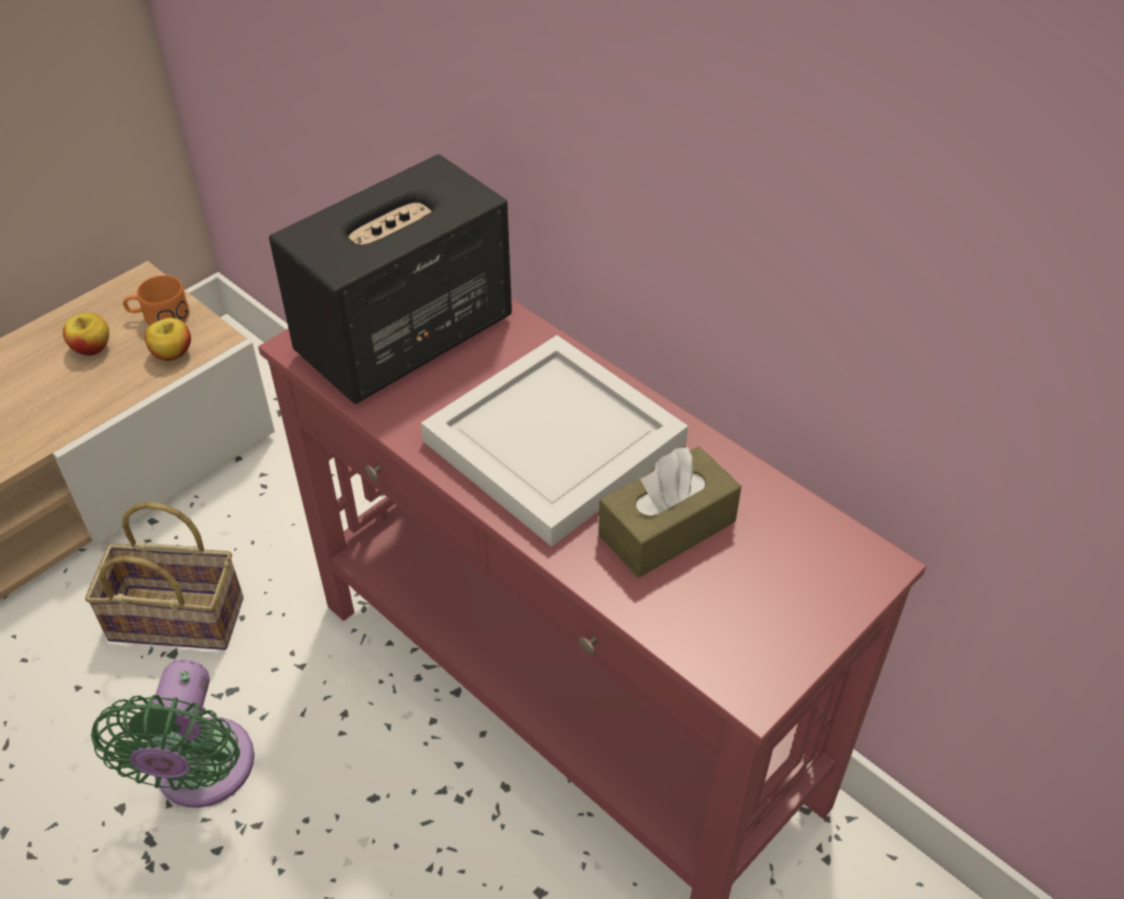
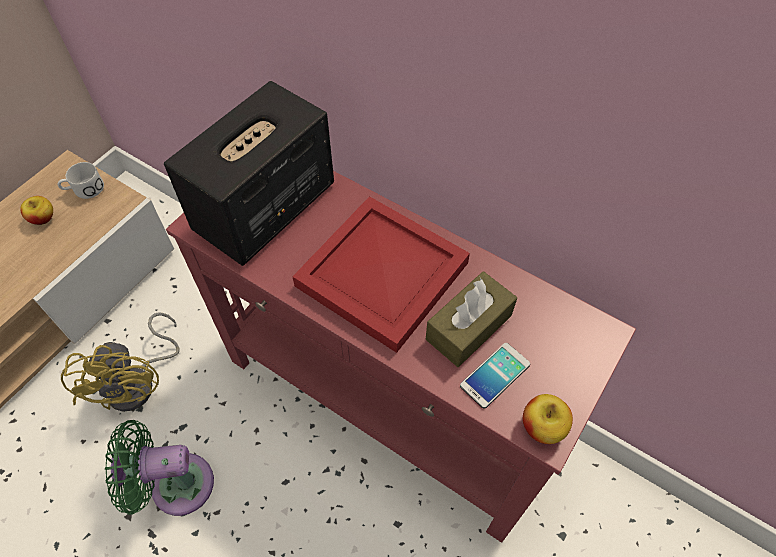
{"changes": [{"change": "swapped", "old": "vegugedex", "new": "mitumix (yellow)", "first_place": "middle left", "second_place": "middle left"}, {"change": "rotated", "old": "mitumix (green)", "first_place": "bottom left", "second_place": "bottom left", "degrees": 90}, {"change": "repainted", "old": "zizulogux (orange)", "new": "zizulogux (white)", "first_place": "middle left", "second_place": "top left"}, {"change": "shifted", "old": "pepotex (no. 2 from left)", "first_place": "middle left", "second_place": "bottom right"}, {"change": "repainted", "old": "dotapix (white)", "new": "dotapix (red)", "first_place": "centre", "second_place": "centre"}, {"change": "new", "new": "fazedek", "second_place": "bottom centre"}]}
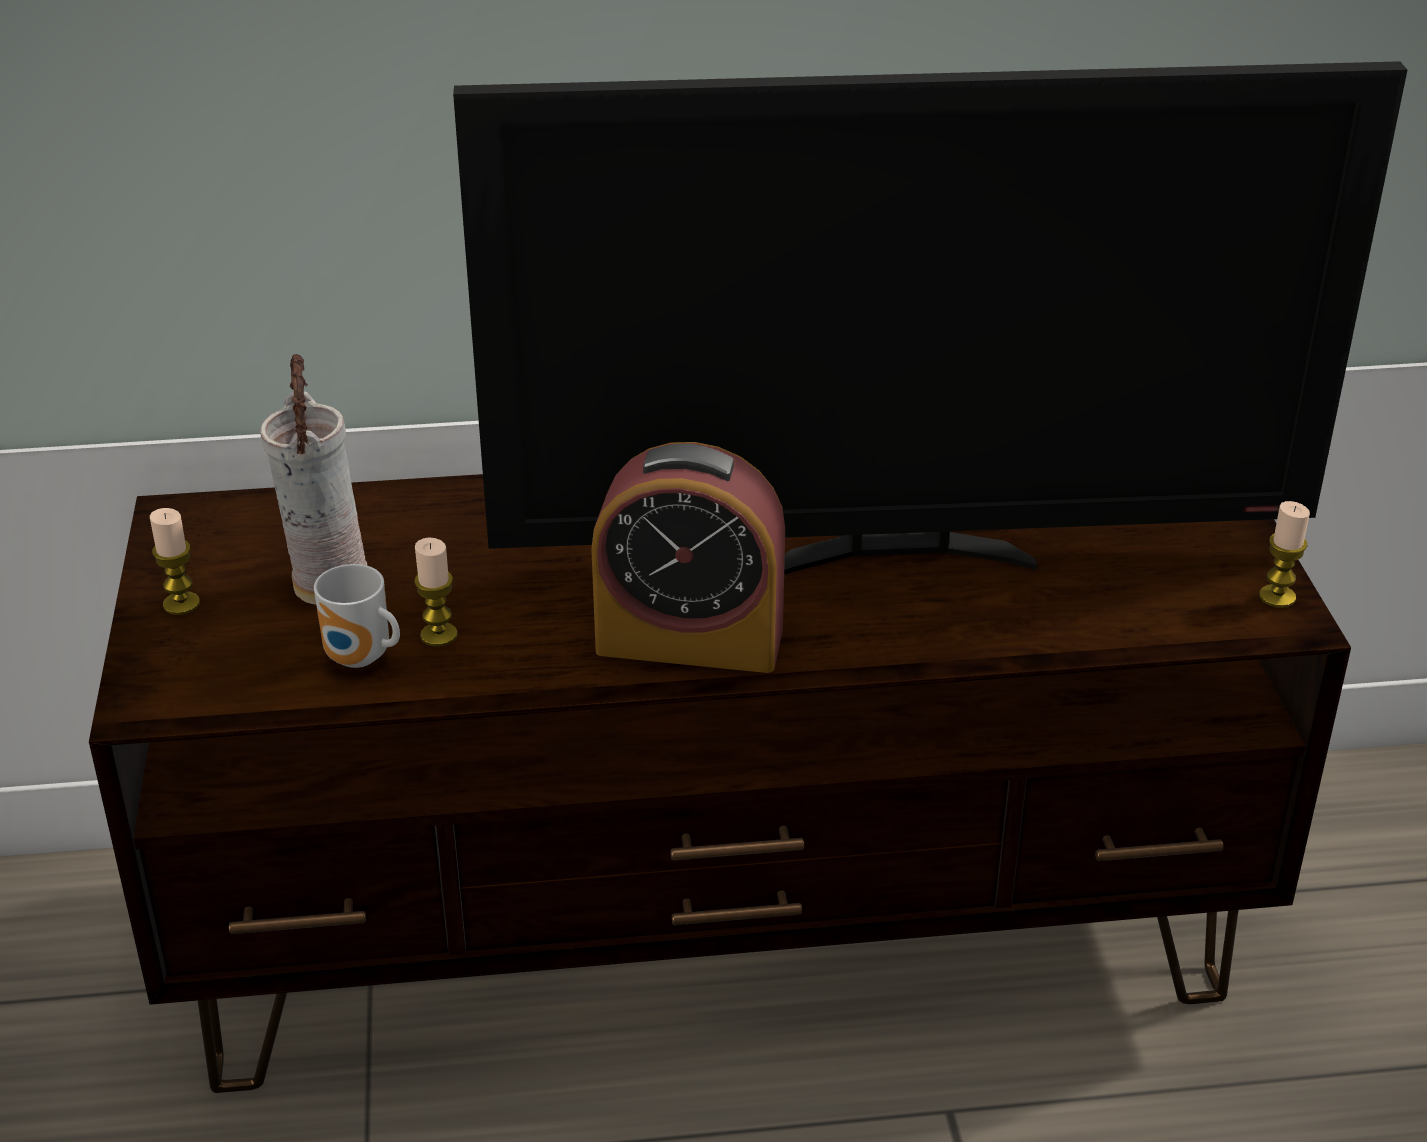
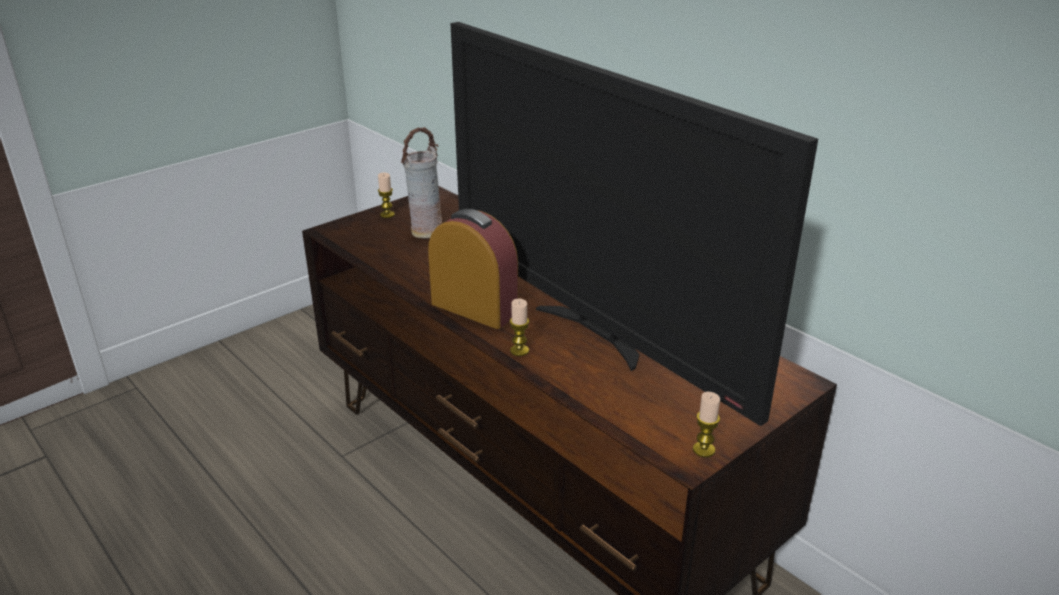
{"changes": [{"change": "gone", "old": "zizulogux", "first_place": "middle left"}, {"change": "shifted", "old": "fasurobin (no. 2 from left)", "first_place": "middle left", "second_place": "centre"}, {"change": "rotated", "old": "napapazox", "first_place": "centre", "second_place": "centre", "degrees": 150}]}
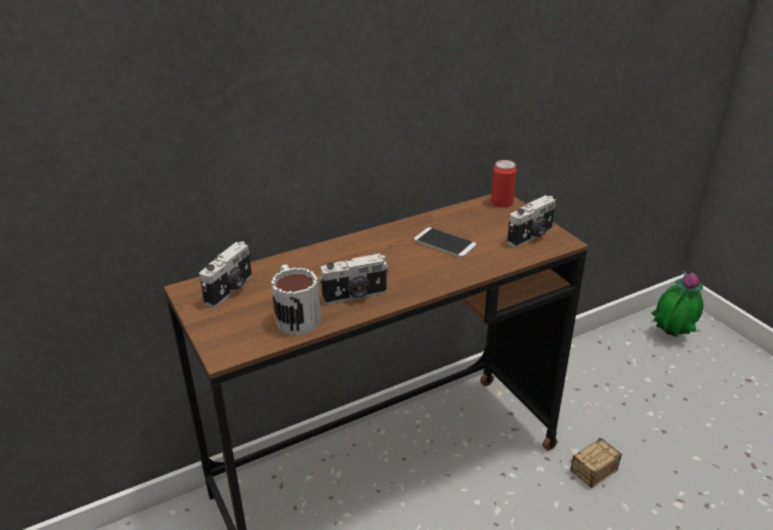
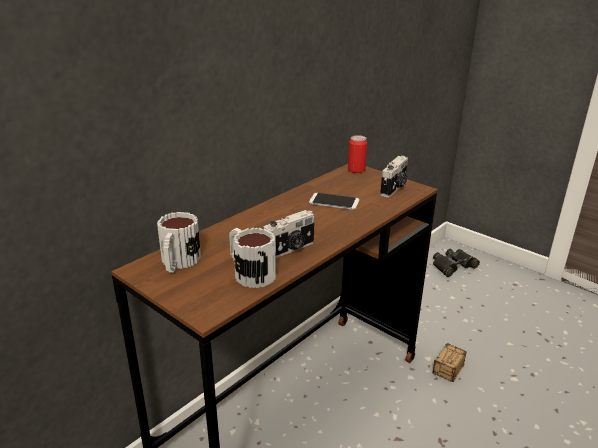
{"changes": [{"change": "swapped", "old": "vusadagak (no. 1 from left)", "new": "zizulogux (no. 1 from left)", "first_place": "middle left", "second_place": "middle left"}, {"change": "swapped", "old": "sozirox", "new": "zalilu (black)", "first_place": "middle right", "second_place": "middle right"}]}
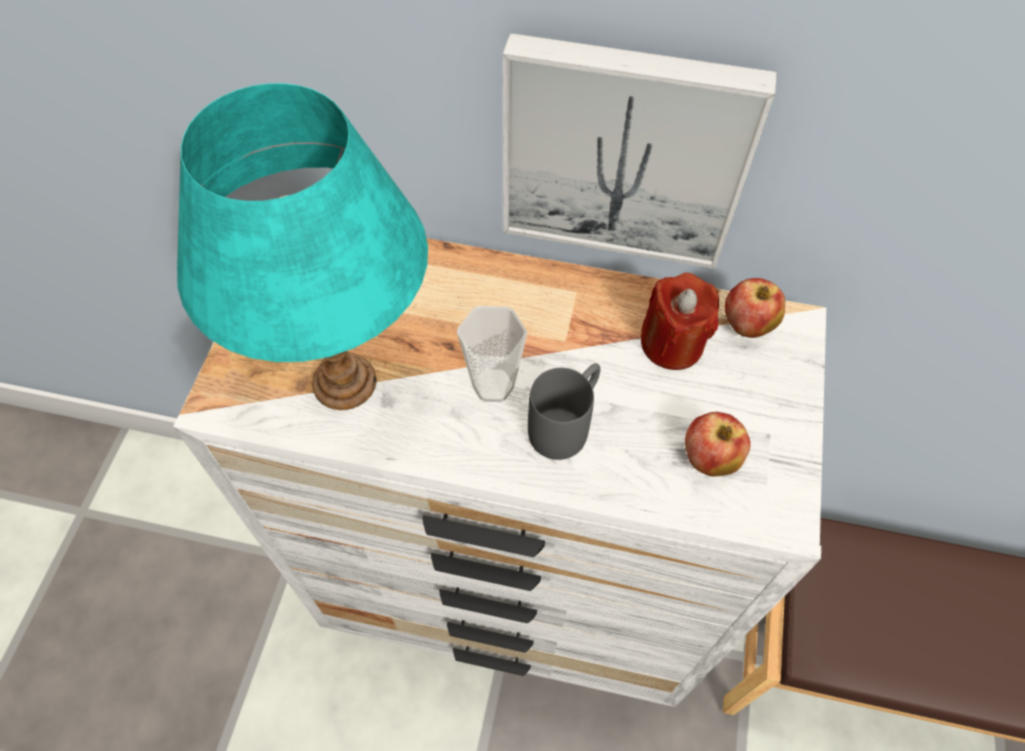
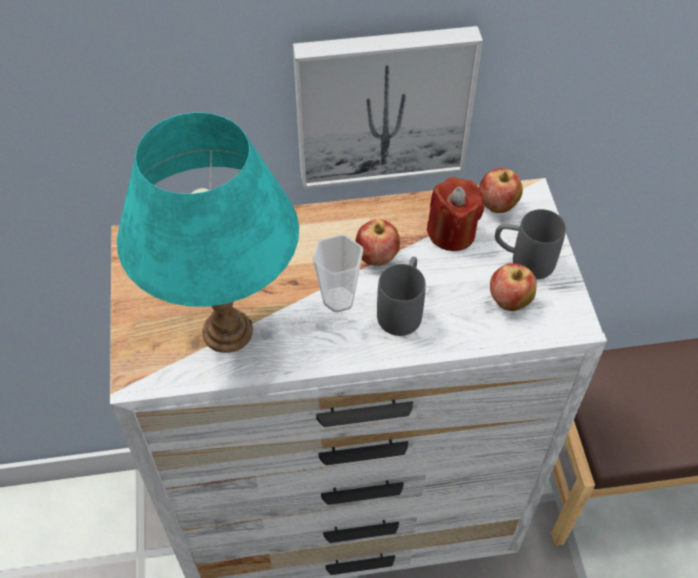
{"changes": [{"change": "new", "new": "pepotex (no. 1 from left)", "second_place": "centre"}, {"change": "new", "new": "zizulogux (grey) (no. 2 from left)", "second_place": "middle right"}]}
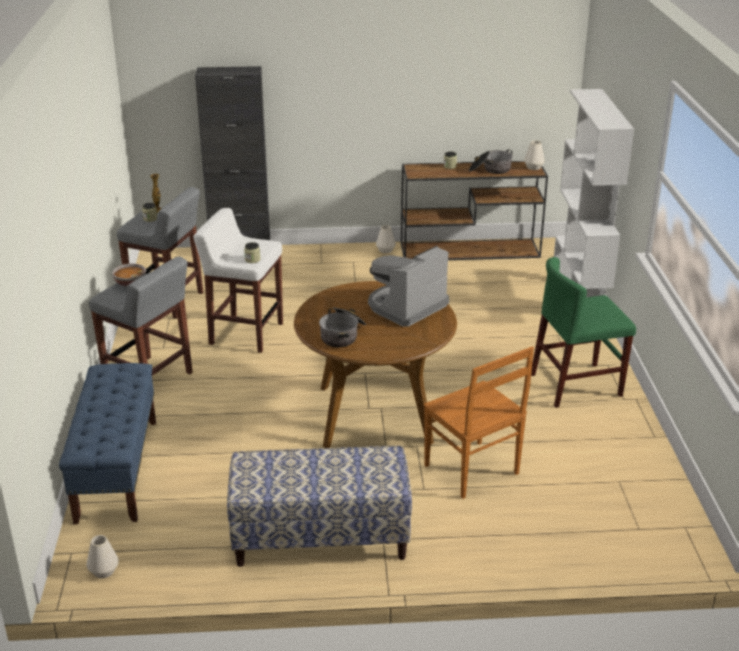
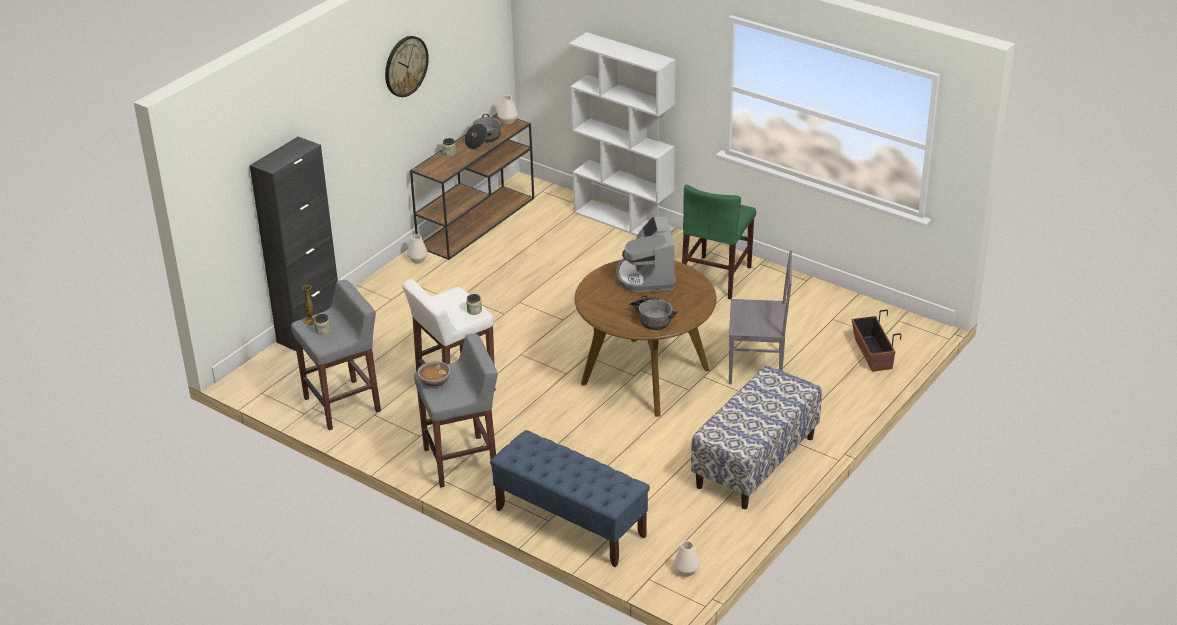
{"changes": [{"change": "repainted", "old": "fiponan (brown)", "new": "fiponan (grey)", "first_place": "centre", "second_place": "centre"}, {"change": "new", "new": "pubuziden", "second_place": "top centre"}, {"change": "new", "new": "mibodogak", "second_place": "middle right"}]}
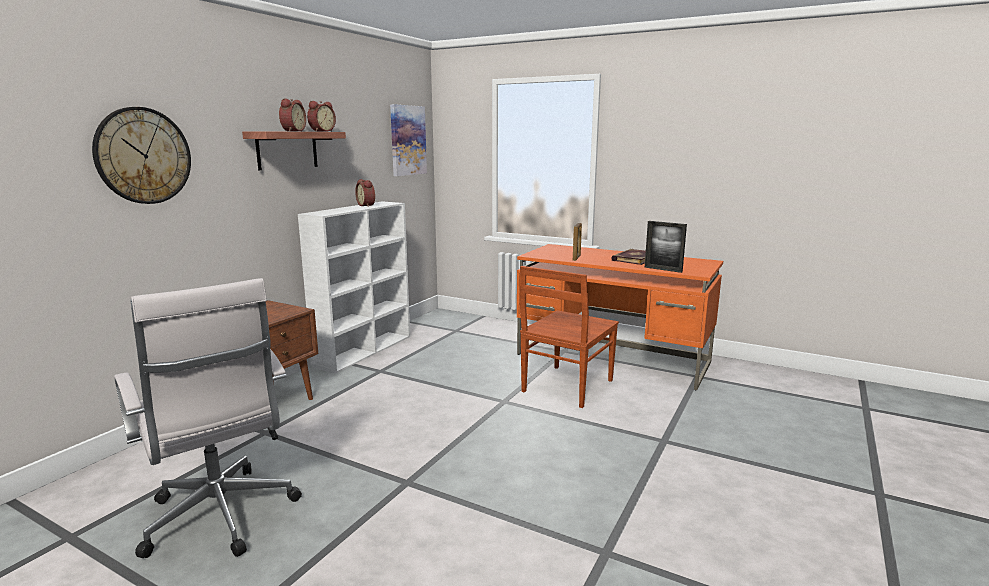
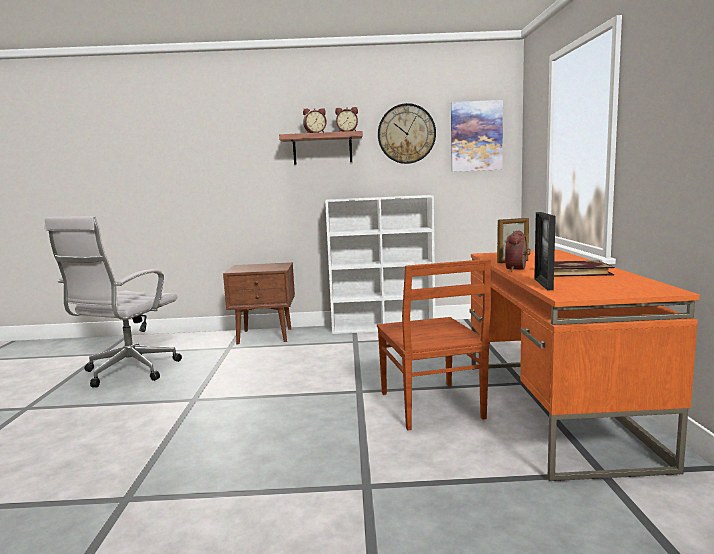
{"changes": [{"change": "shifted", "old": "pubuziden", "first_place": "top left", "second_place": "top centre"}, {"change": "shifted", "old": "napapazox (no. 3 from left)", "first_place": "top centre", "second_place": "middle right"}, {"change": "rotated", "old": "fiponan (brown)", "first_place": "centre", "second_place": "centre", "degrees": -105}]}
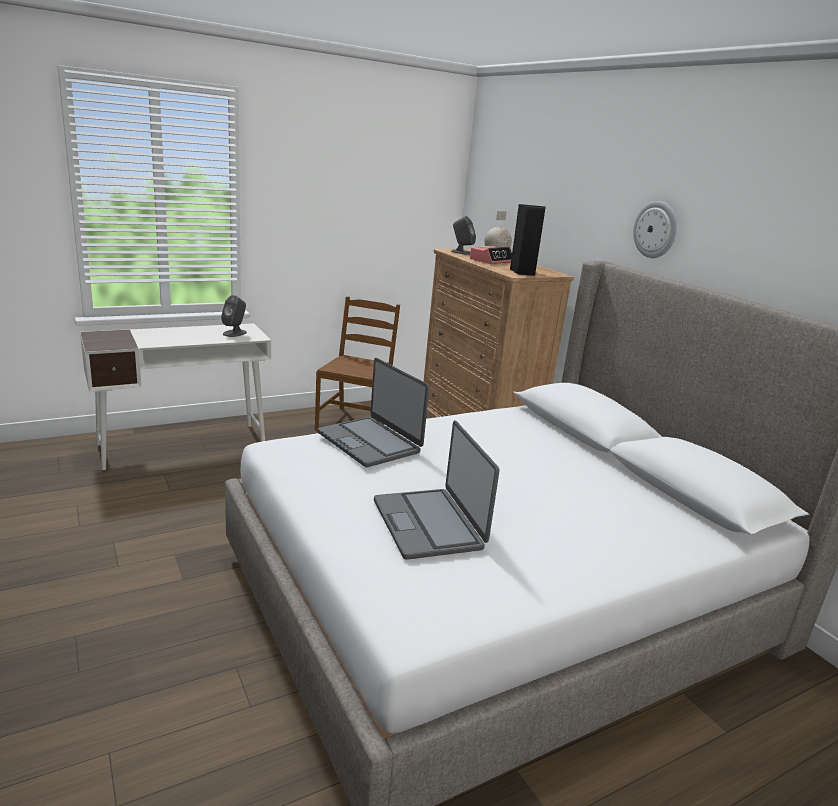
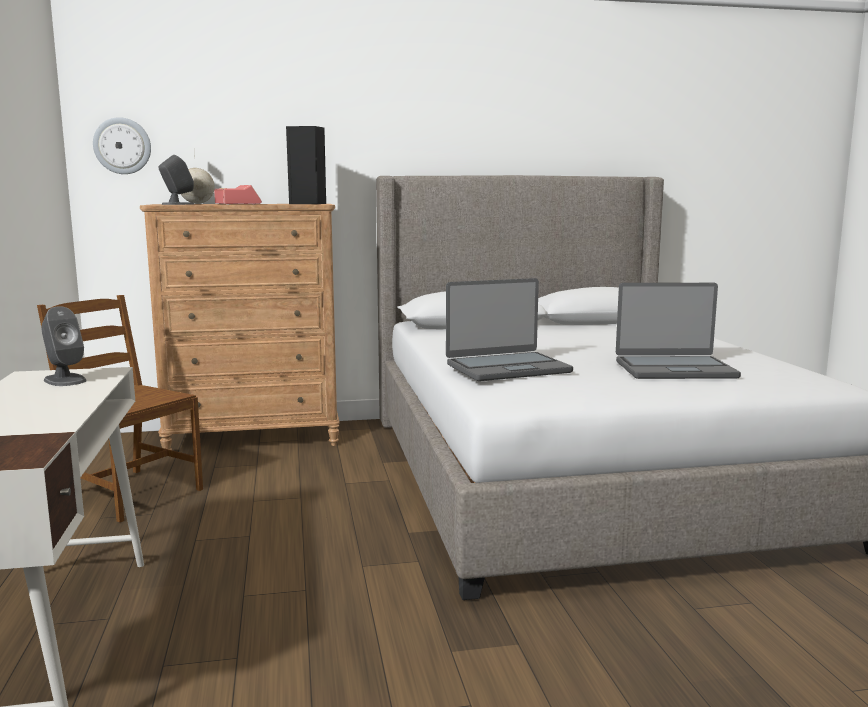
{"changes": [{"change": "shifted", "old": "pubuziden", "first_place": "top right", "second_place": "top left"}]}
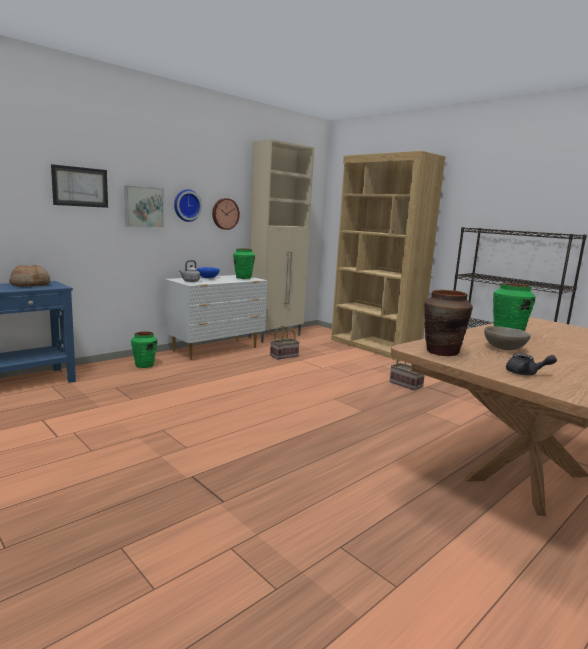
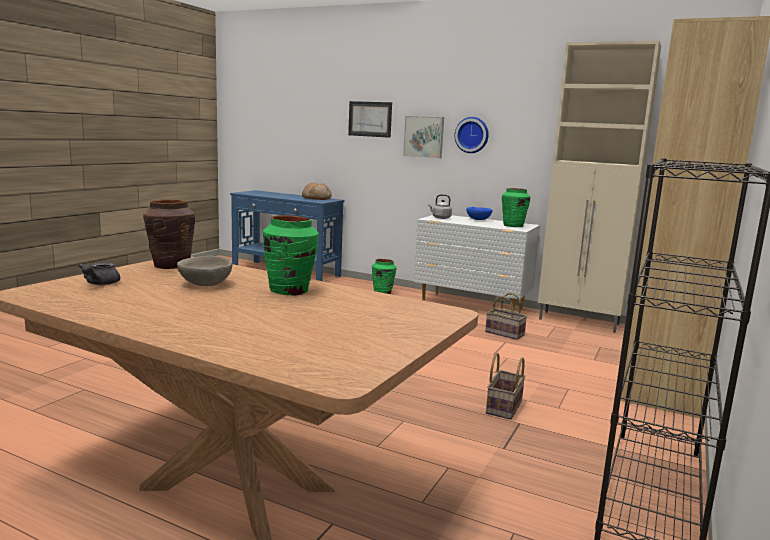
{"changes": [{"change": "gone", "old": "pubuziden (no. 2 from left)", "first_place": "top centre"}]}
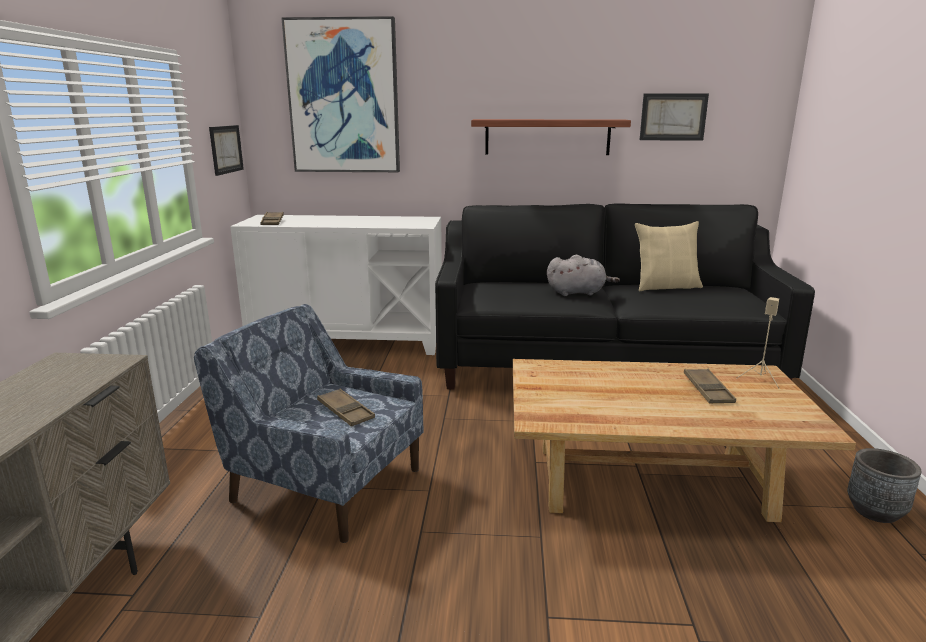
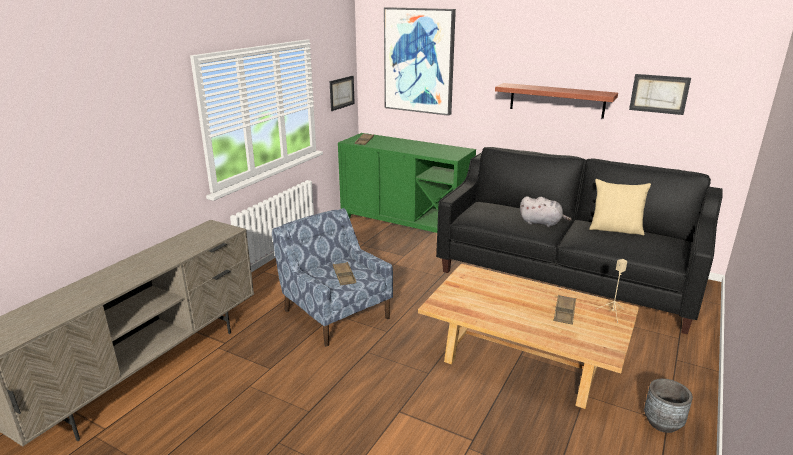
{"changes": [{"change": "repainted", "old": "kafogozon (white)", "new": "kafogozon (green)", "first_place": "centre", "second_place": "centre"}]}
